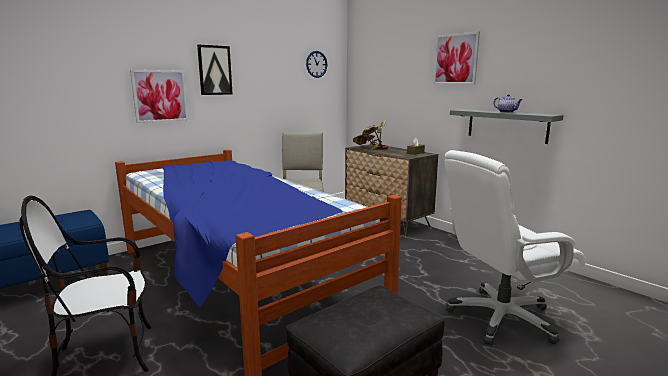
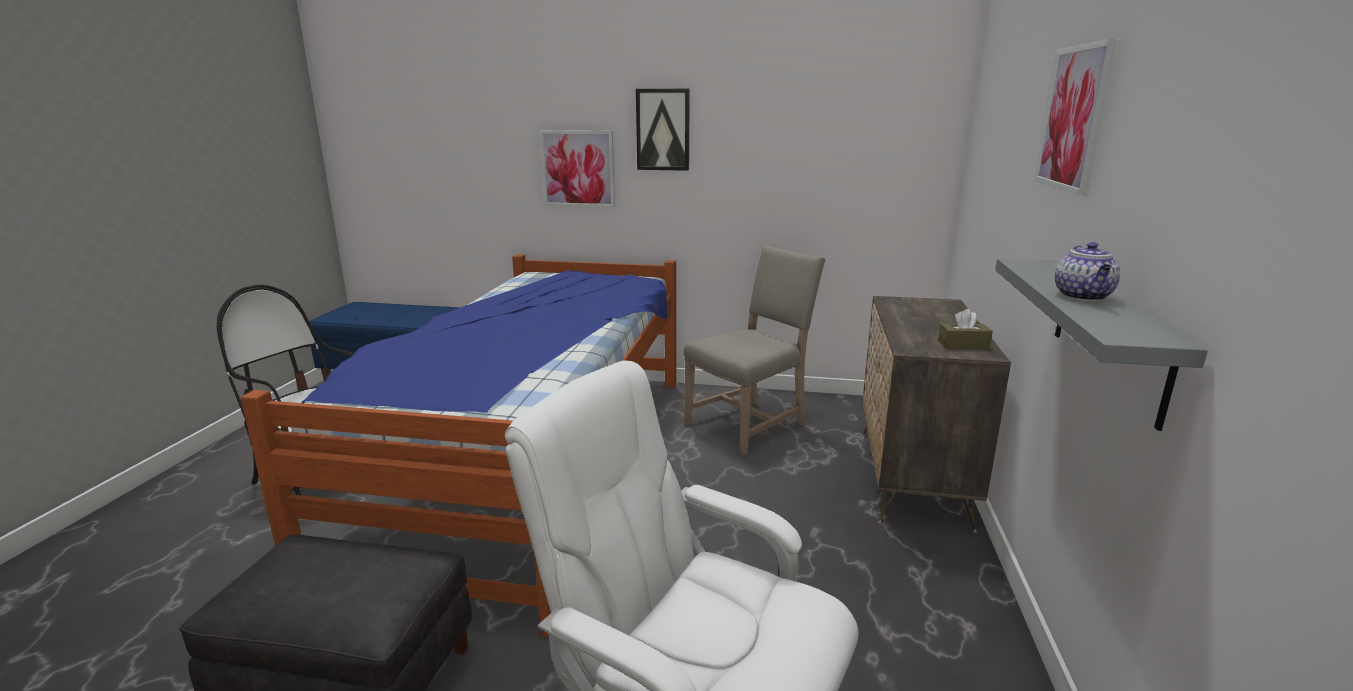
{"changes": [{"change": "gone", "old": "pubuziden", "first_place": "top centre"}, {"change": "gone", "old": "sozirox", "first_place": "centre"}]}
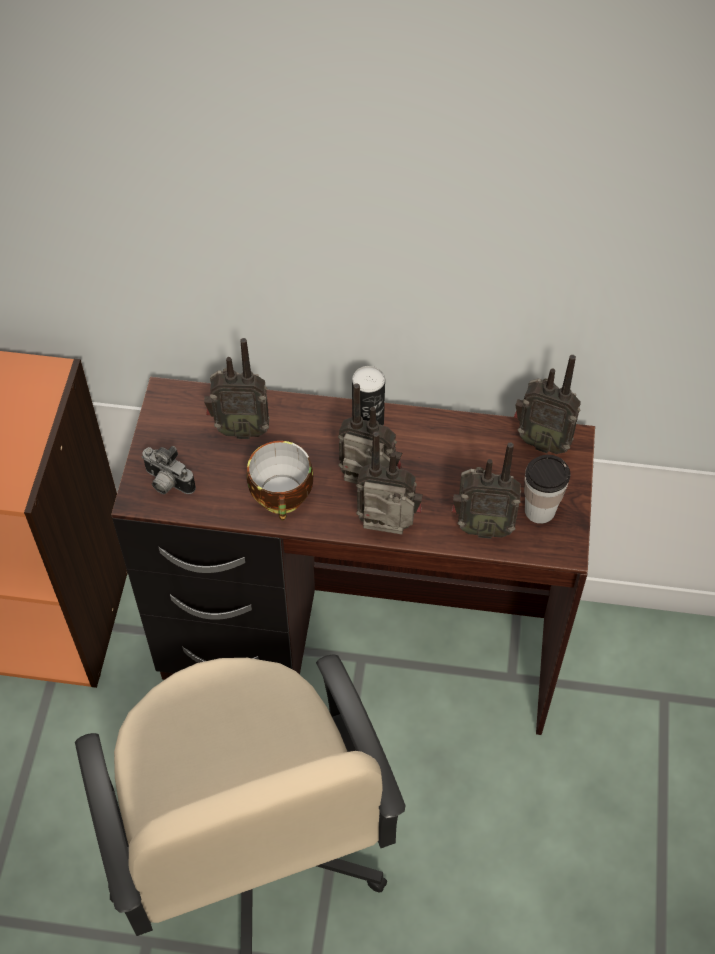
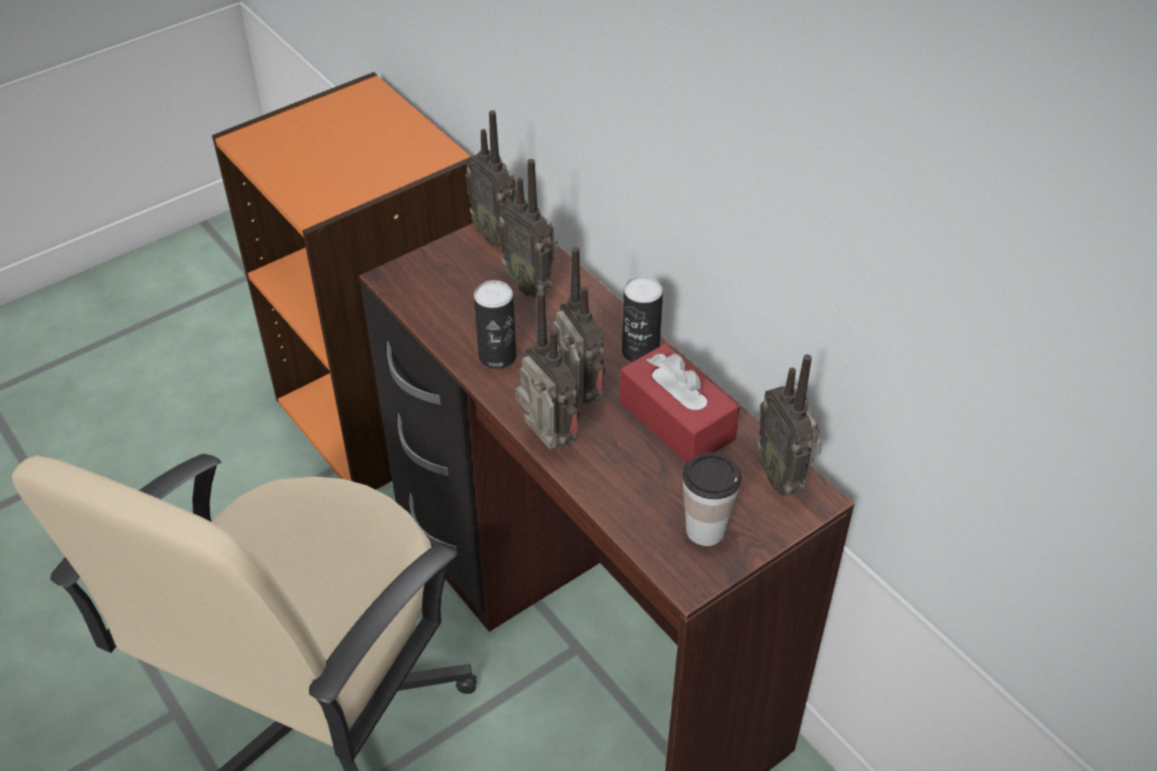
{"changes": [{"change": "gone", "old": "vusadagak", "first_place": "middle left"}, {"change": "swapped", "old": "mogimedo (no. 1 from left)", "new": "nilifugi (no. 1 from left)", "first_place": "centre", "second_place": "centre"}, {"change": "shifted", "old": "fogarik (no. 4 from left in the first image)", "new": "fogarik (no. 1 from left)", "first_place": "middle right", "second_place": "top centre"}, {"change": "new", "new": "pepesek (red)", "second_place": "centre"}]}
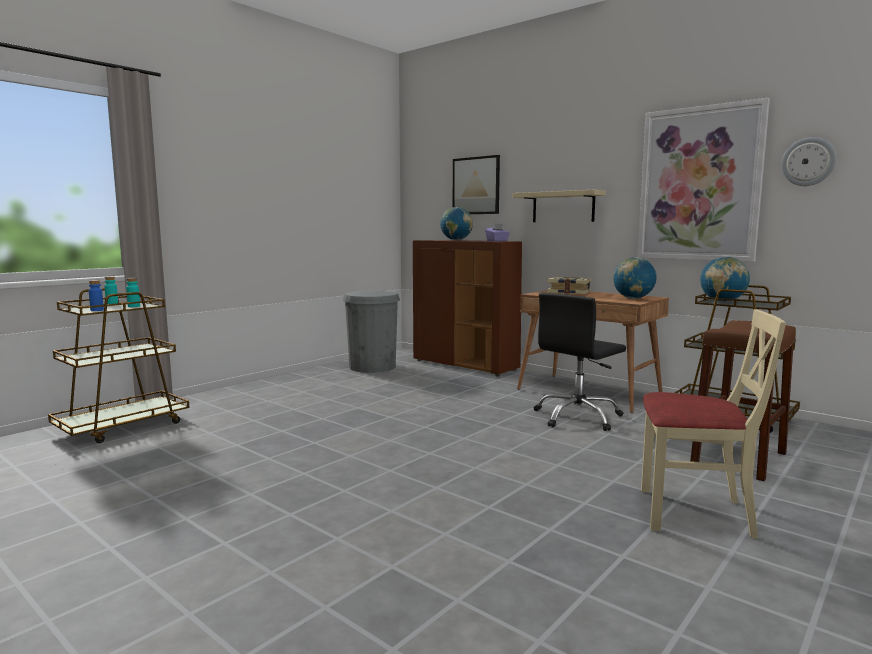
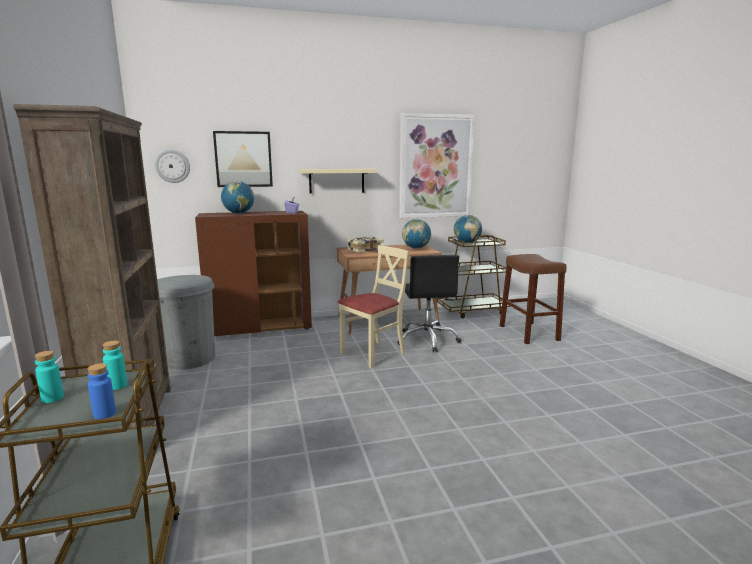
{"changes": [{"change": "shifted", "old": "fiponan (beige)", "first_place": "middle right", "second_place": "centre"}, {"change": "shifted", "old": "pubuziden", "first_place": "top right", "second_place": "top left"}, {"change": "new", "new": "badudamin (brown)", "second_place": "middle left"}]}
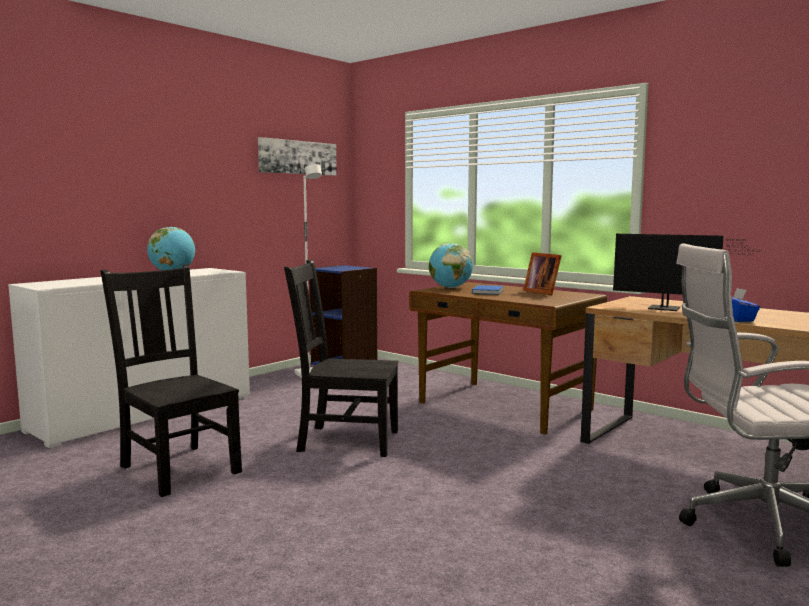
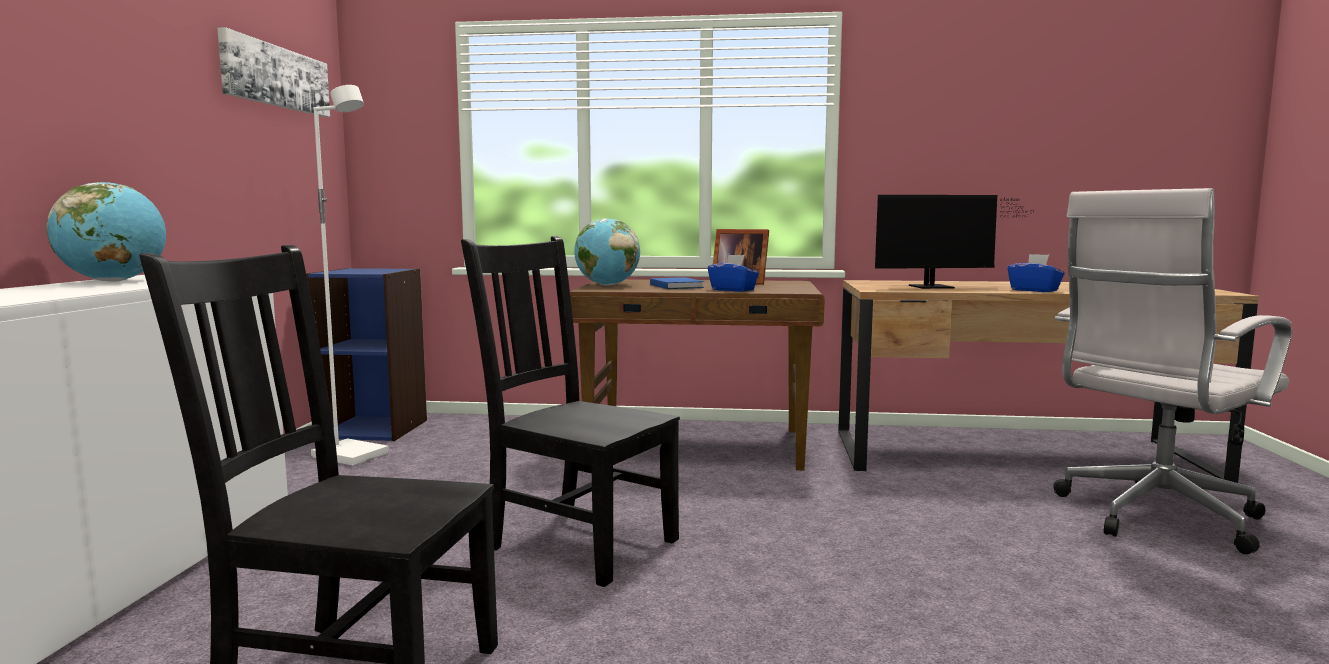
{"changes": [{"change": "rotated", "old": "fiponan (black) (no. 2 from left)", "first_place": "centre", "second_place": "centre", "degrees": 60}, {"change": "new", "new": "pepesek (blue) (no. 1 from left)", "second_place": "centre"}]}
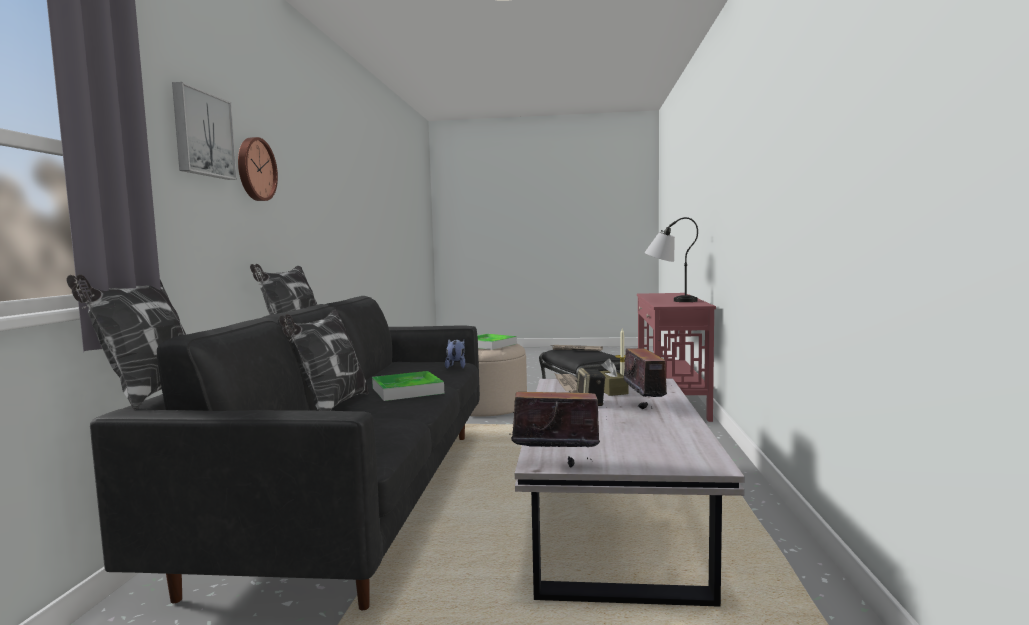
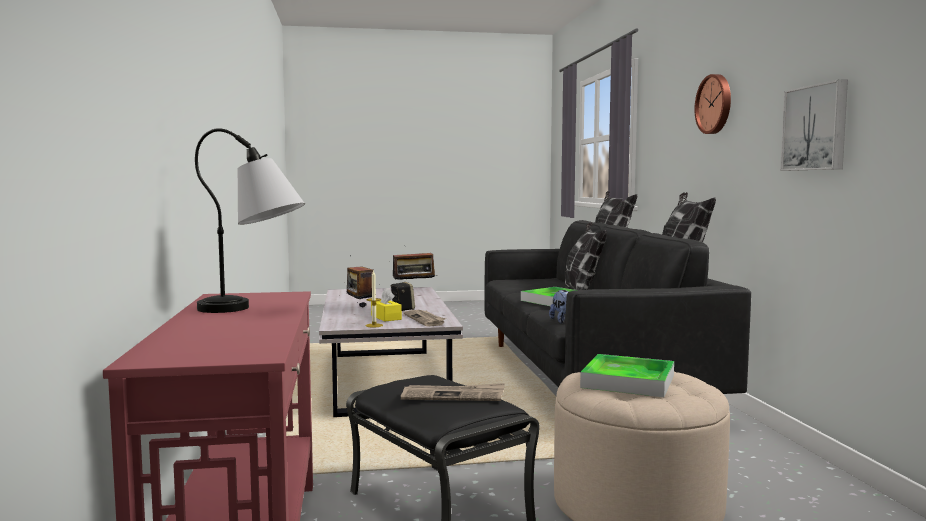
{"changes": [{"change": "shifted", "old": "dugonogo", "first_place": "top left", "second_place": "top right"}, {"change": "repainted", "old": "pepesek (brown)", "new": "pepesek (yellow)", "first_place": "centre", "second_place": "centre"}]}
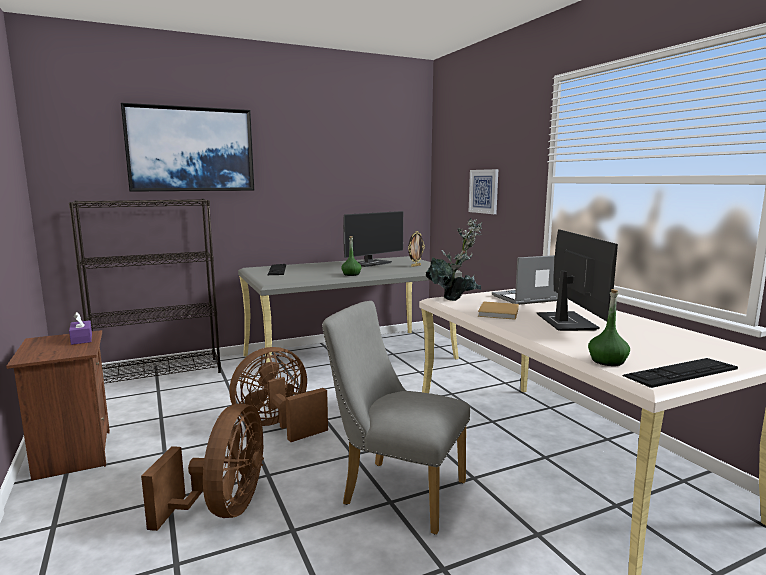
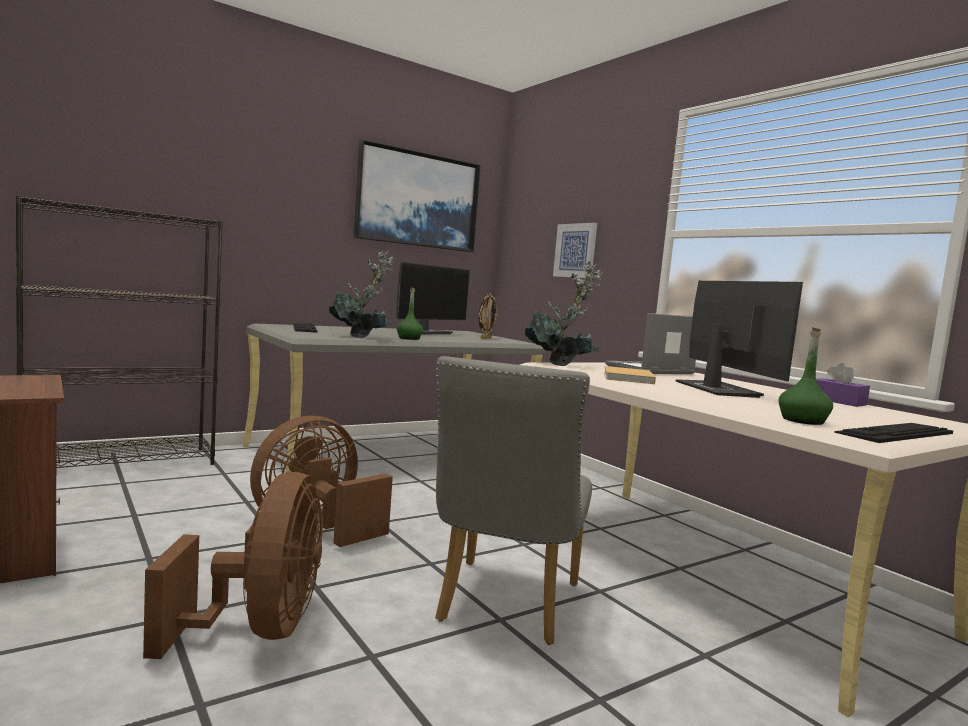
{"changes": [{"change": "shifted", "old": "pepesek (purple)", "first_place": "middle left", "second_place": "middle right"}, {"change": "shifted", "old": "dugonogo (no. 1 from left)", "first_place": "top left", "second_place": "top centre"}, {"change": "rotated", "old": "fiponan (grey)", "first_place": "bottom centre", "second_place": "bottom centre", "degrees": -90}, {"change": "new", "new": "sozirox (no. 1 from left)", "second_place": "centre"}]}
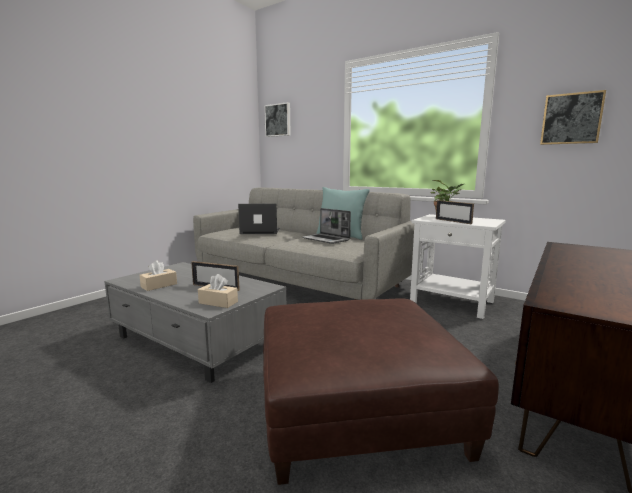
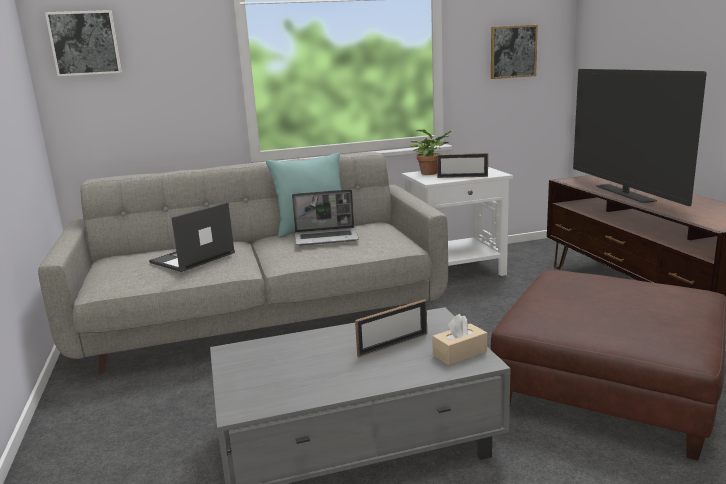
{"changes": [{"change": "gone", "old": "pepesek (beige) (no. 1 from left)", "first_place": "middle left"}, {"change": "new", "new": "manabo", "second_place": "top right"}]}
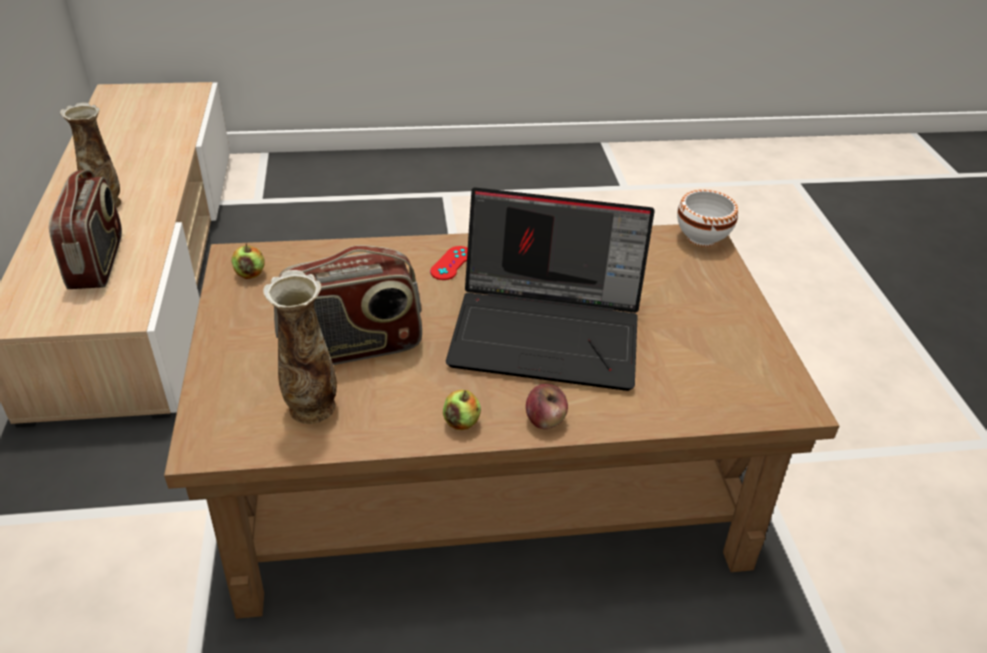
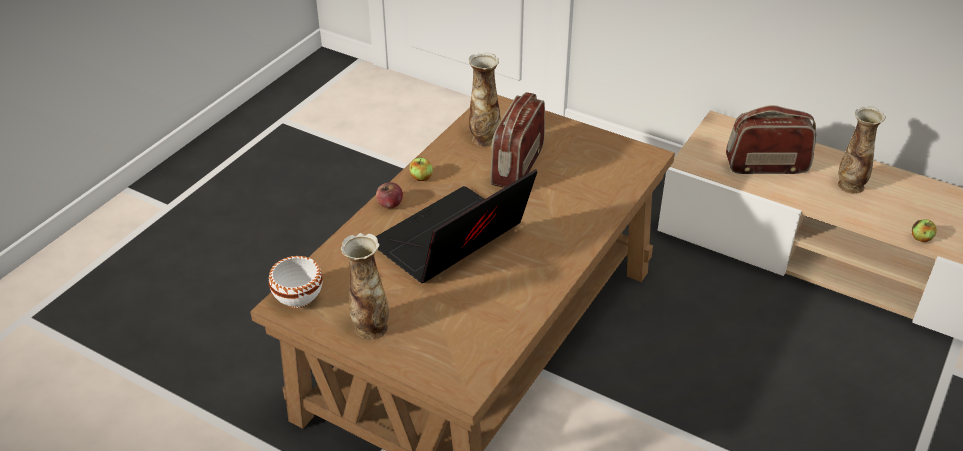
{"changes": [{"change": "rotated", "old": "fogarik (no. 1 from left in the first image)", "first_place": "middle left", "second_place": "top right", "degrees": 150}, {"change": "shifted", "old": "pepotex (no. 1 from left in the first image)", "new": "pepotex (no. 3 from left)", "first_place": "middle left", "second_place": "middle right"}, {"change": "gone", "old": "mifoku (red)", "first_place": "centre"}, {"change": "shifted", "old": "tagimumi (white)", "first_place": "middle right", "second_place": "middle left"}, {"change": "new", "new": "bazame (no. 1 from left)", "second_place": "centre"}]}
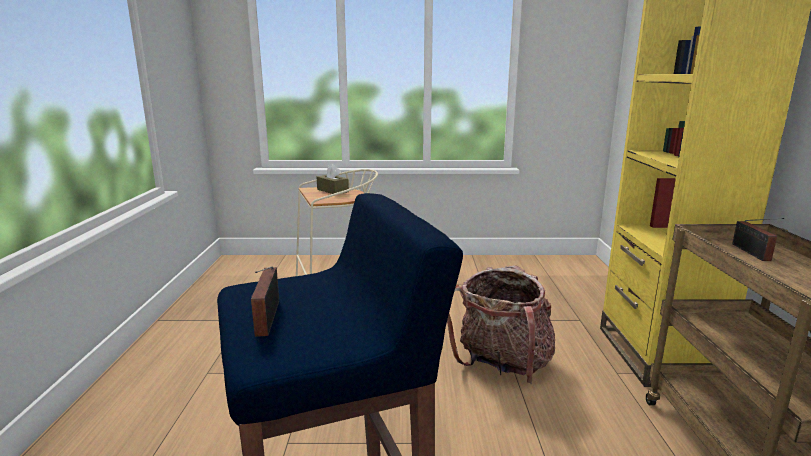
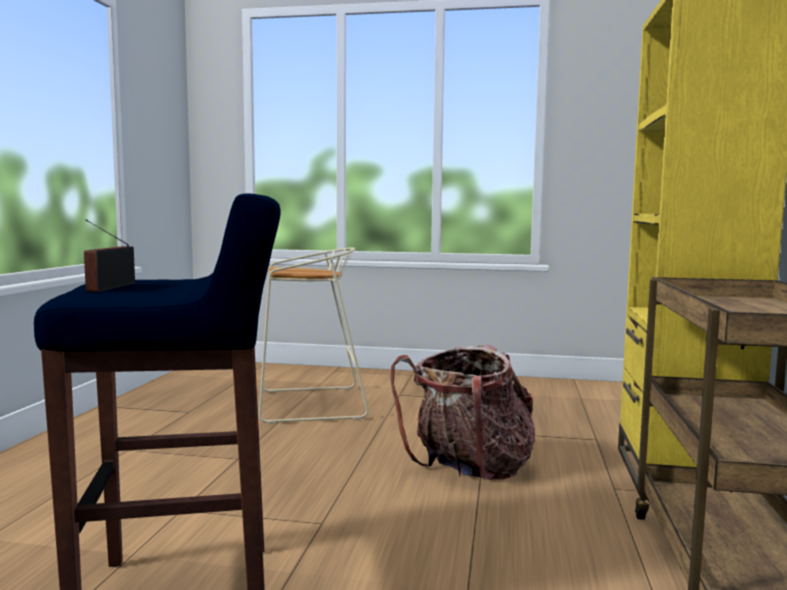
{"changes": [{"change": "gone", "old": "pepesek (brown)", "first_place": "centre"}, {"change": "gone", "old": "fogarik (no. 2 from left)", "first_place": "middle right"}]}
